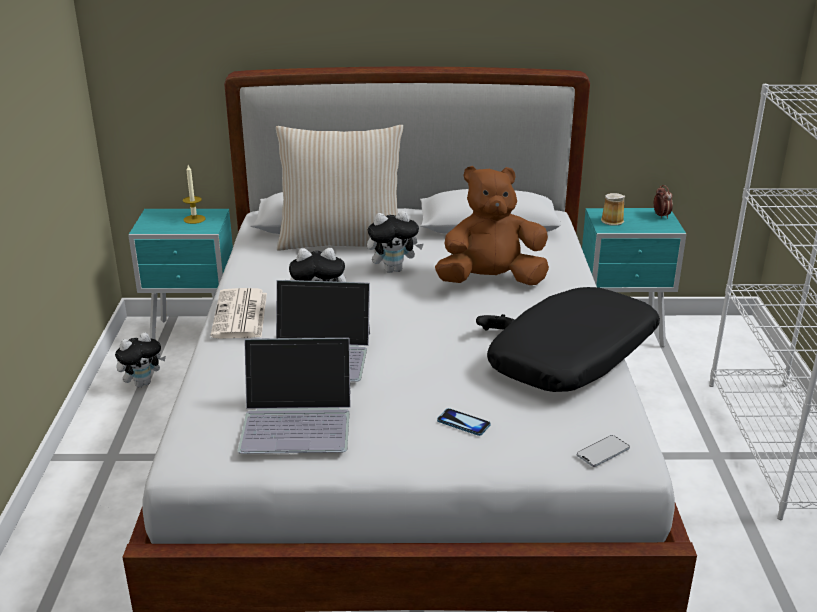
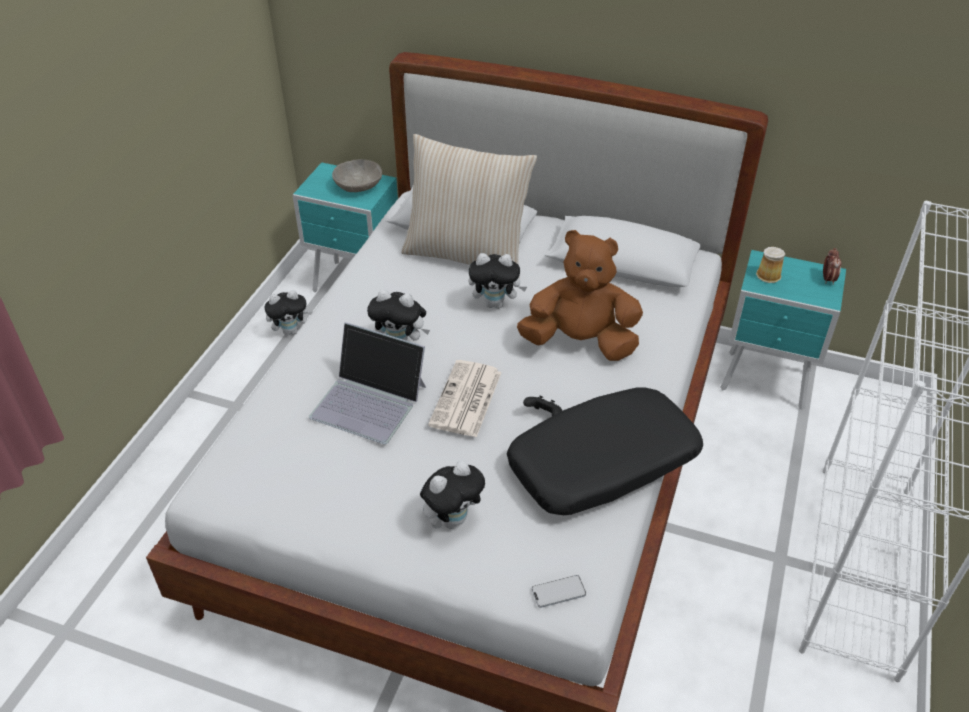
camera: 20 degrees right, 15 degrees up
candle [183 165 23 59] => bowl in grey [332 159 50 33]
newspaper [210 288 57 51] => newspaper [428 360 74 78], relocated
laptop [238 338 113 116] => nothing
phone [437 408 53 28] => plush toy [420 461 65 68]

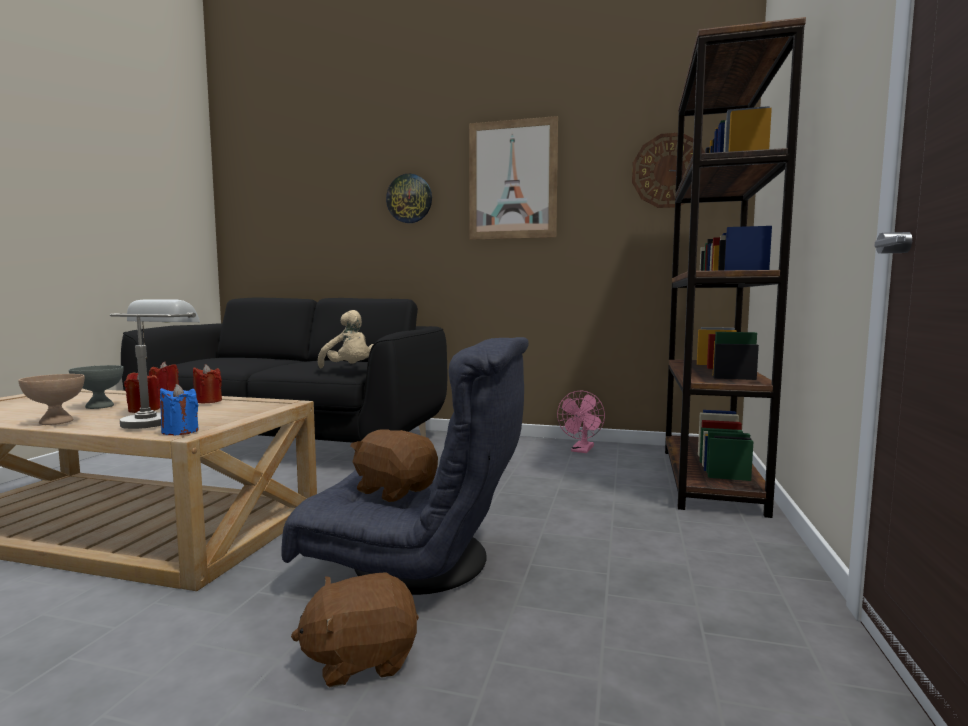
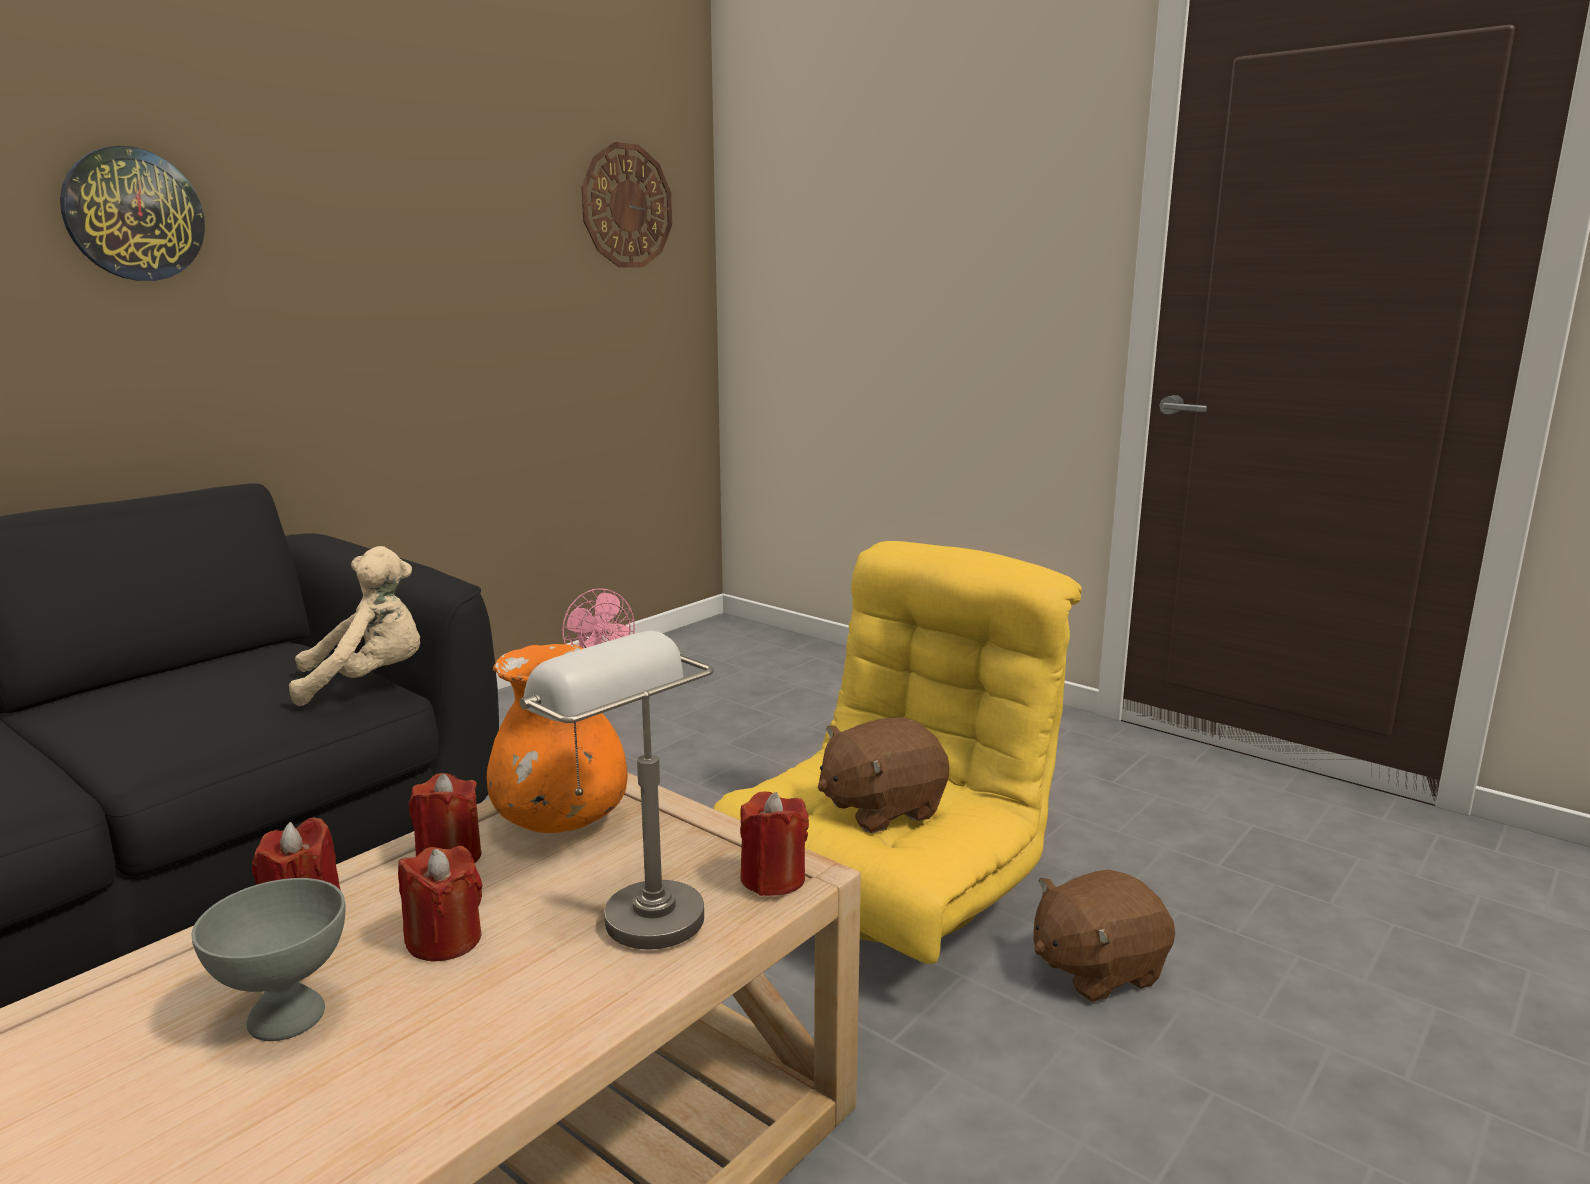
camera: 65 degrees left, 10 degrees up
bowl in beige [18 374 67 51] => nothing
candle in blue [160 384 39 51] => candle in red [740 792 69 104]
armchair in grey [281 337 248 258] => armchair in yellow [713 541 369 423]
plush toy in brown [291 572 128 115] => plush toy in brown [1034 869 141 134], 60 degrees clockwise
picture [469 116 89 124] => nothing
bookcase in brown [665 17 141 501] => nothing
nothing => vase in orange [487 644 140 189]

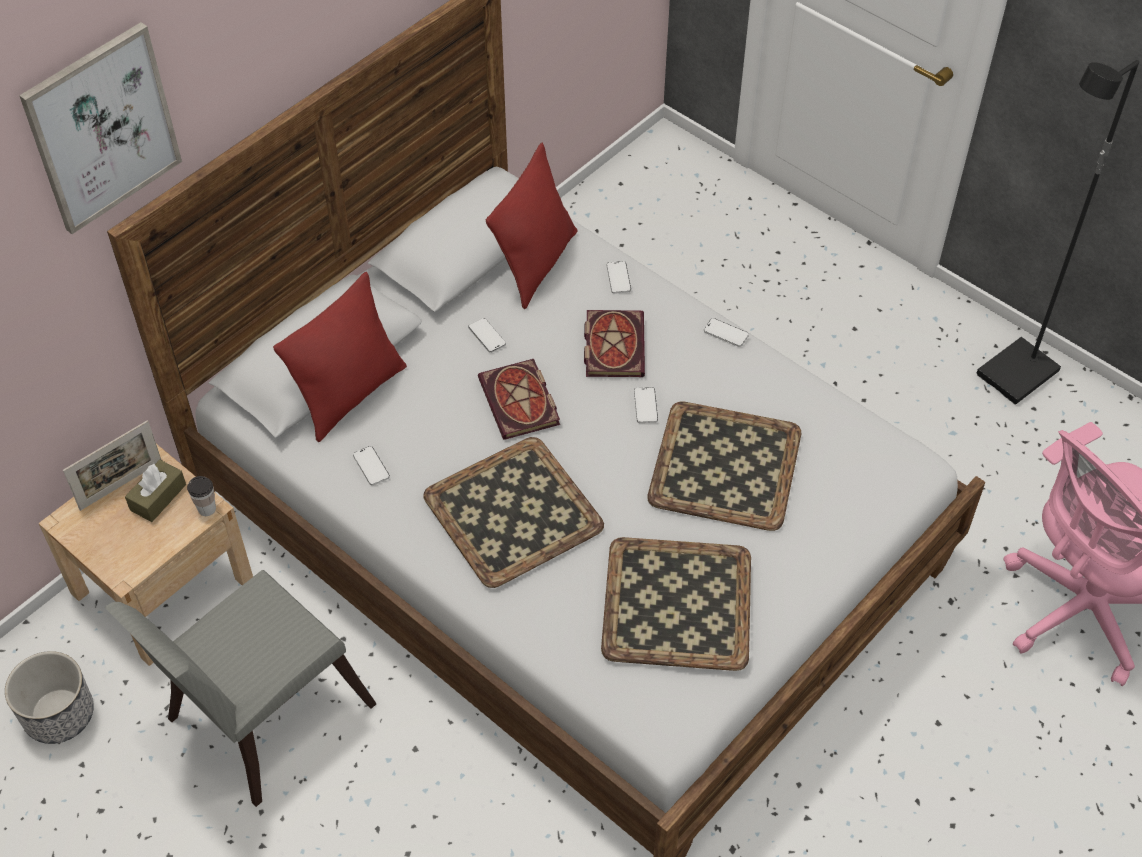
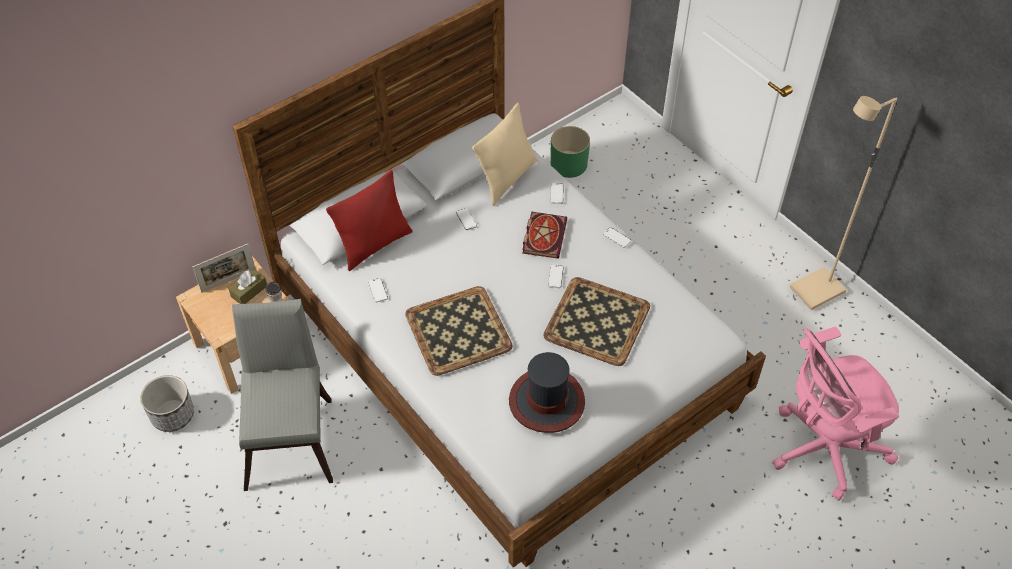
camera: 10 degrees right, 0 degrees up
picture [19 22 163 212] => nothing
chair in grey [104 570 273 237] => chair in grey [232 299 101 192], 120 degrees clockwise
book [478 359 82 81] => nothing
pillow in red [486 143 92 166] => pillow in beige [472 103 65 103]
tray [601 537 150 134] => hat [509 352 76 81]
floor lamp in black [976 60 163 344] => floor lamp in beige [790 96 107 214]
nothing => planter in green [551 126 39 52]

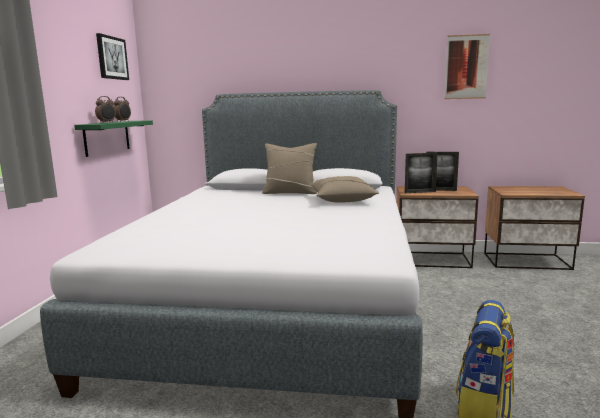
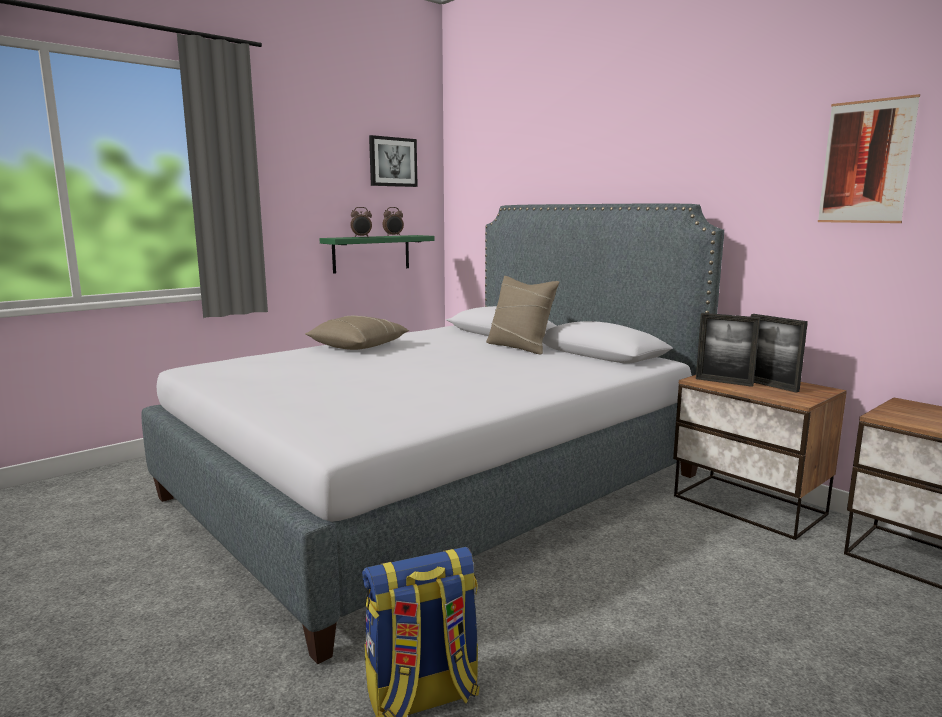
camera: 40 degrees right, 0 degrees up
pillow in beige [311 176 68 27] => pillow in beige [305 316 105 34], relocated

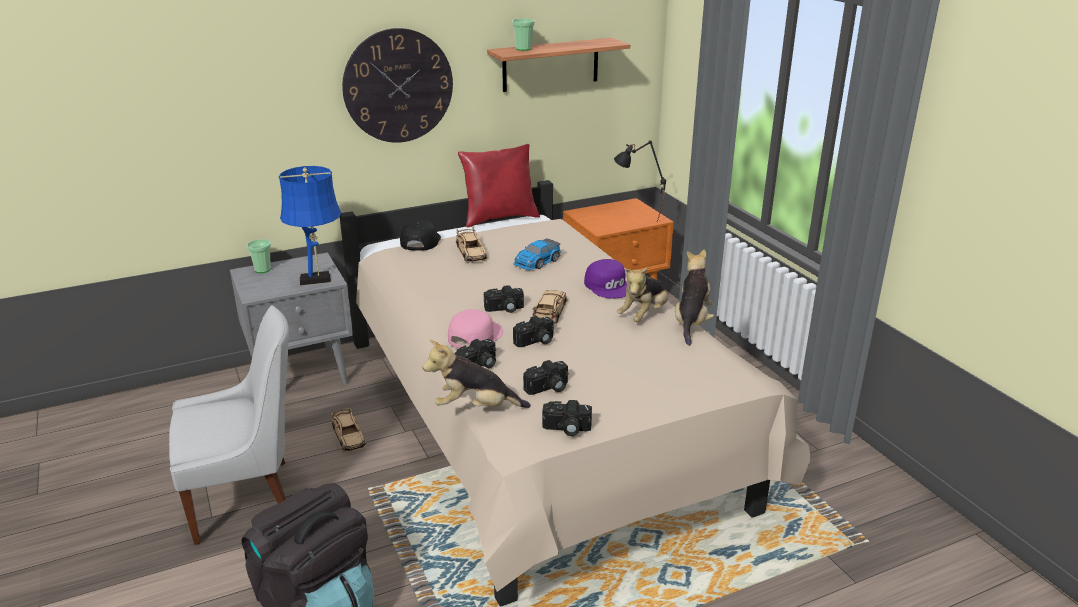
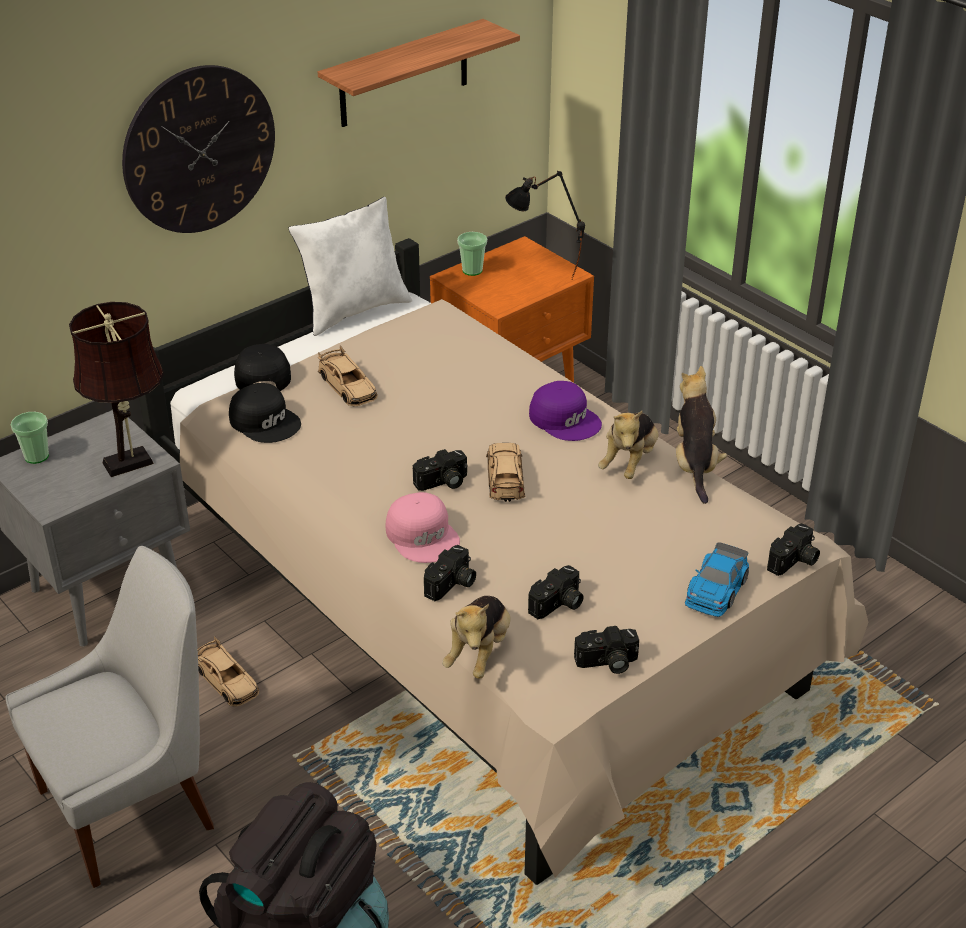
camera: 15 degrees left, 10 degrees up
table lamp in blue [279 166 62 120] => table lamp in brown [69 302 95 175]
plush toy [423 339 107 69] => plush toy [442 596 69 83], 60 degrees counterclockwise
cap in pink [448 309 55 39] => cap in pink [386 492 74 71], 135 degrees clockwise
pillow in red [458 144 82 84] => pillow in white [288 197 125 139]
cup [512 19 23 32] => cup [457 232 30 44], relocated
photo camera [513 316 41 31] => photo camera [767 523 53 53], relocated
toy car [514 238 47 32] => toy car [685 542 64 75], relocated
nothing => cap in black [229 383 72 60]

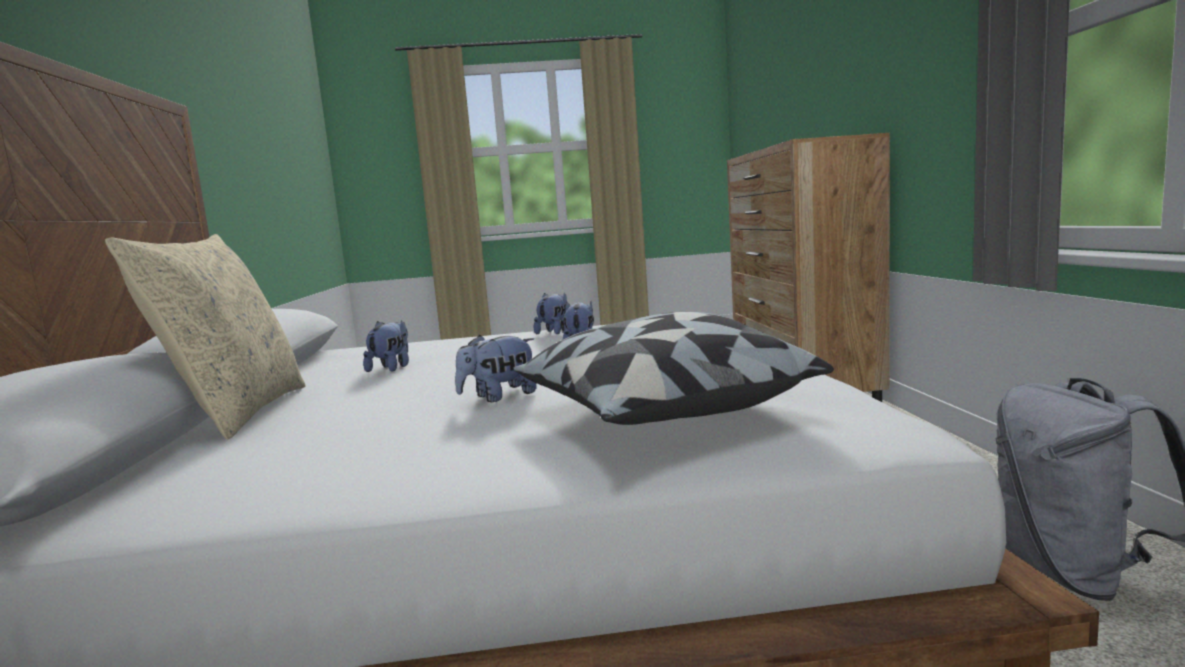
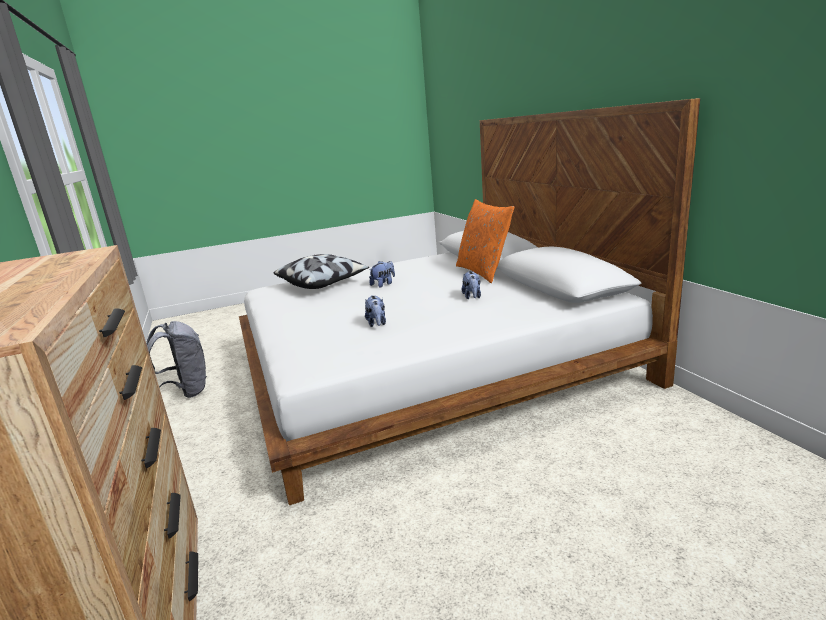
camera: 165 degrees right, 10 degrees up
pillow in beige [105 234 201 205] => pillow in orange [456 199 58 84]
plush toy [534 293 33 41] => nothing

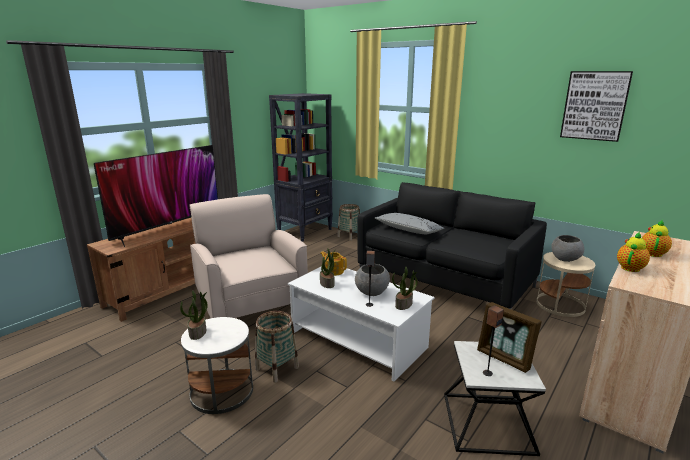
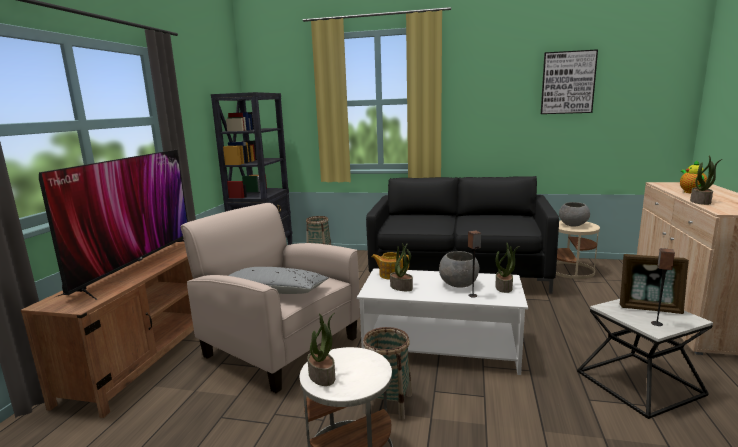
camera: 25 degrees left, 5 degrees down
pillow in grey [375 213 70 21] => pillow in grey [228 267 101 27], relocated
teapot [617 232 33 40] => potted plant [690 155 32 50]

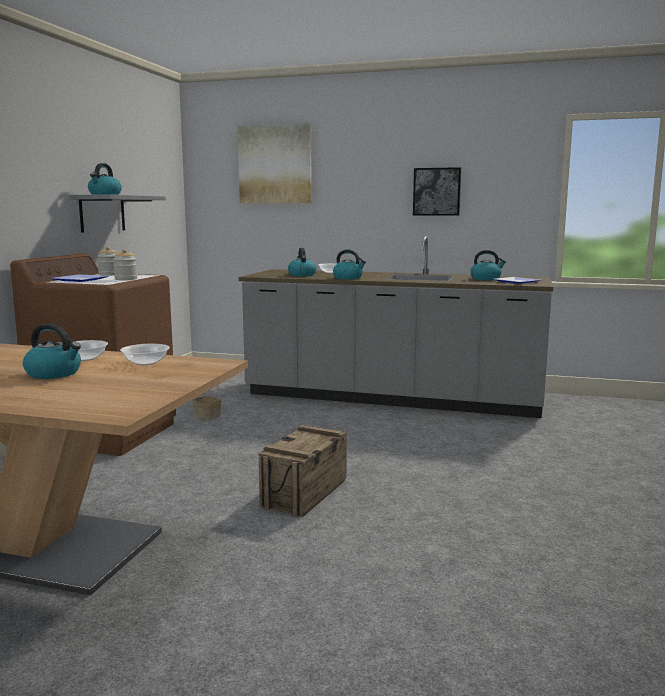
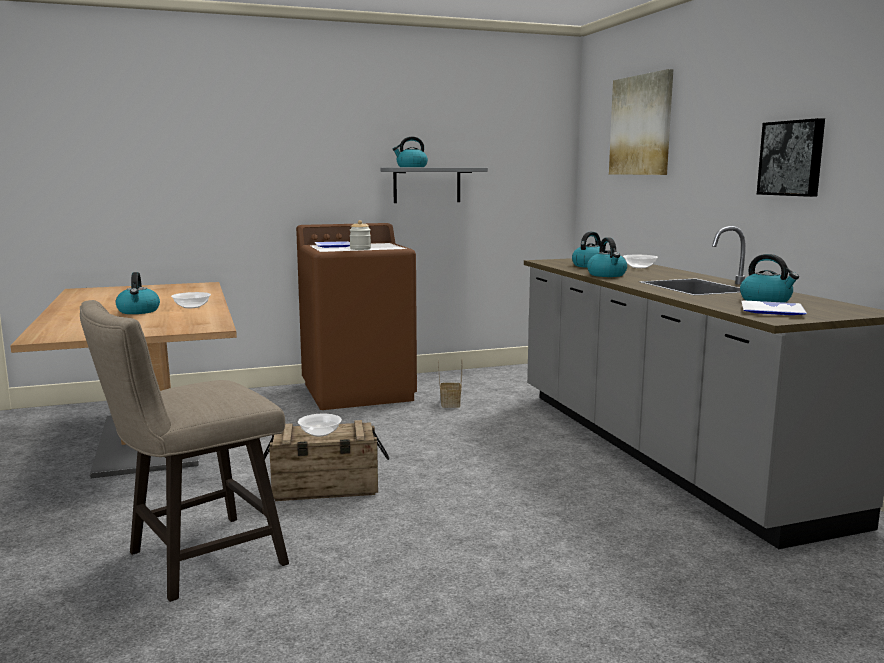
camera: 55 degrees right, 0 degrees up
jar [97 246 20 30] => nothing
bowl [120 344 50 21] => bowl [298 414 44 23], relocated
nothing => stool in beige [80 300 209 302]

